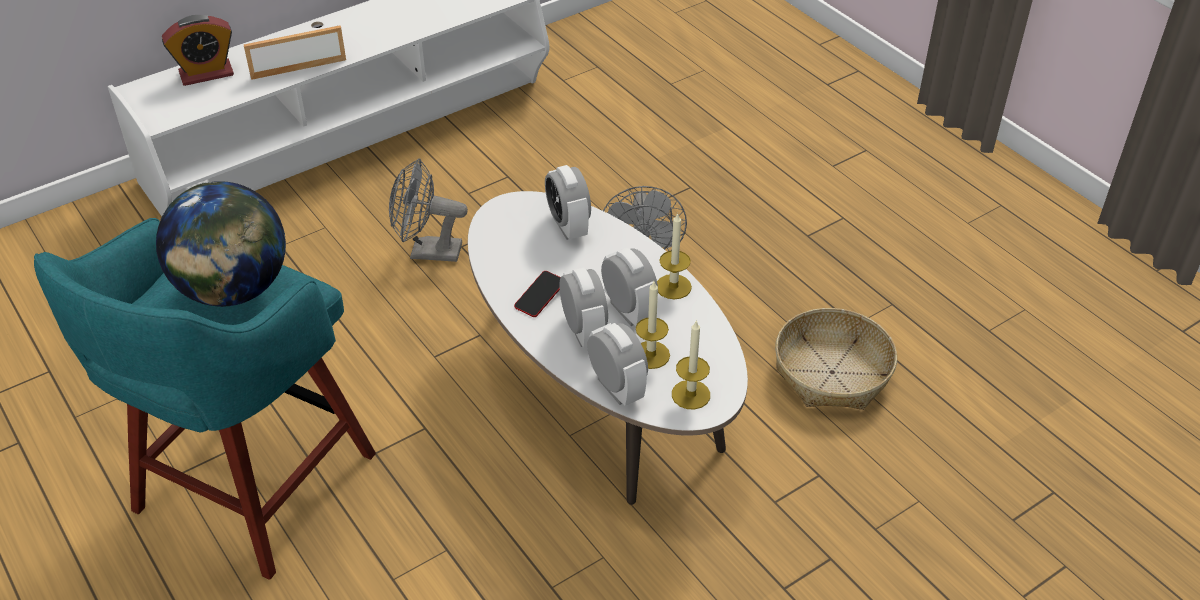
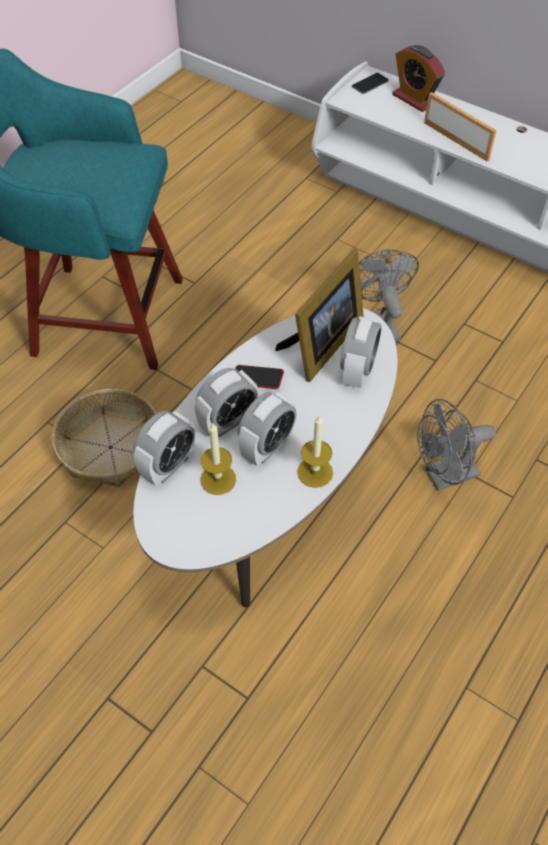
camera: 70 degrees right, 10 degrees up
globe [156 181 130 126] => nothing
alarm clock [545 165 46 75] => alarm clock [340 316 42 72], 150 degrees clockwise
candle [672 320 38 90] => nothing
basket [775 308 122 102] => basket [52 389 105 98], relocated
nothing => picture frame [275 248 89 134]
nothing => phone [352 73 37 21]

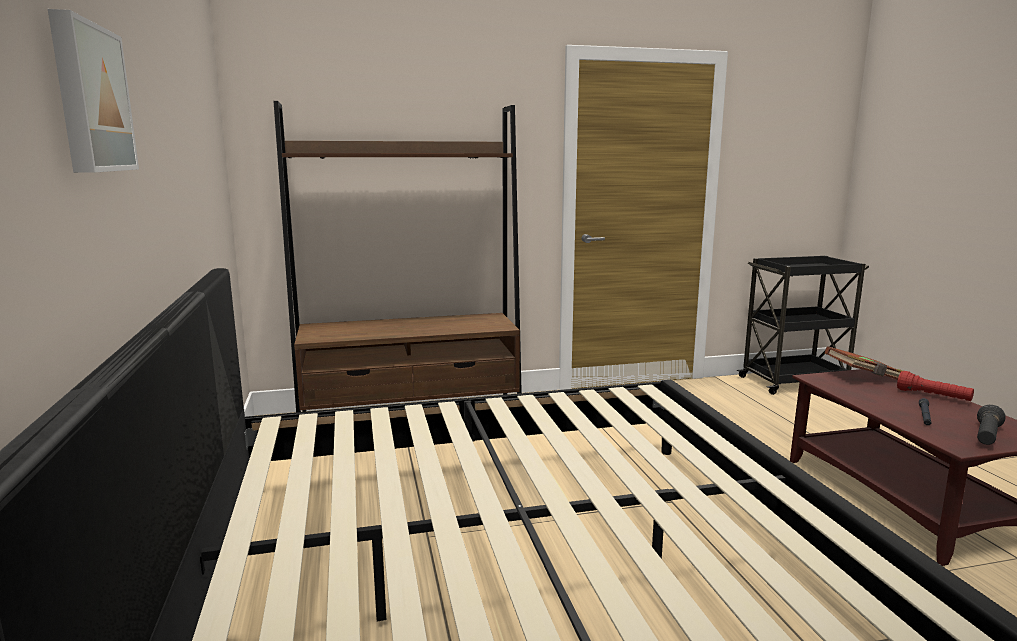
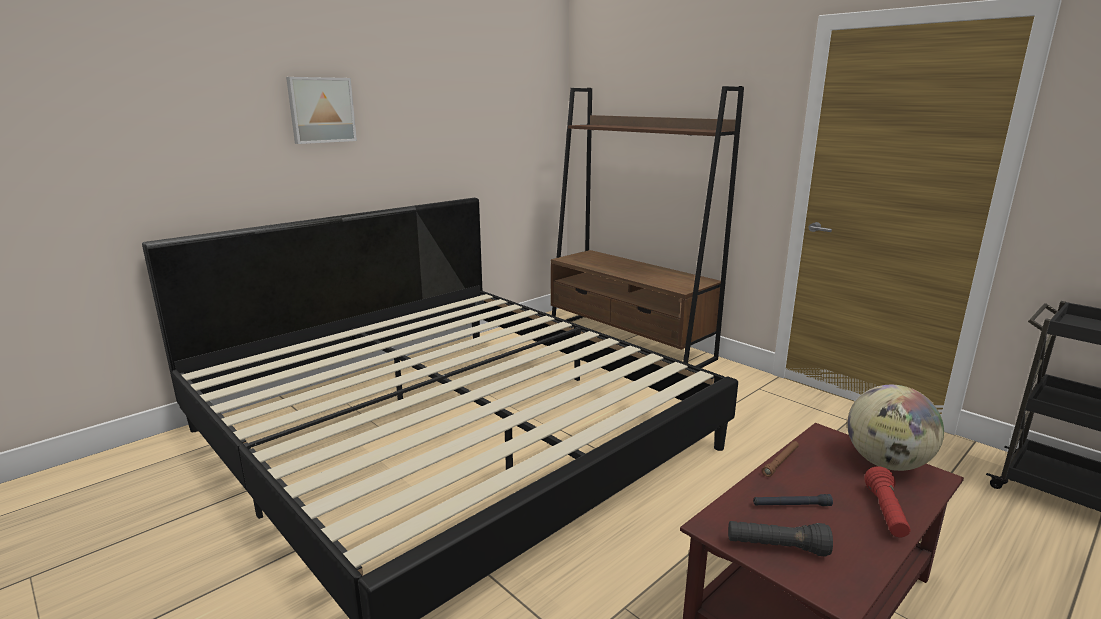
camera: 60 degrees right, 5 degrees up
book in brown [825 347 78 33] => globe [847 385 97 86]
nothing => flashlight in brown [762 441 37 36]

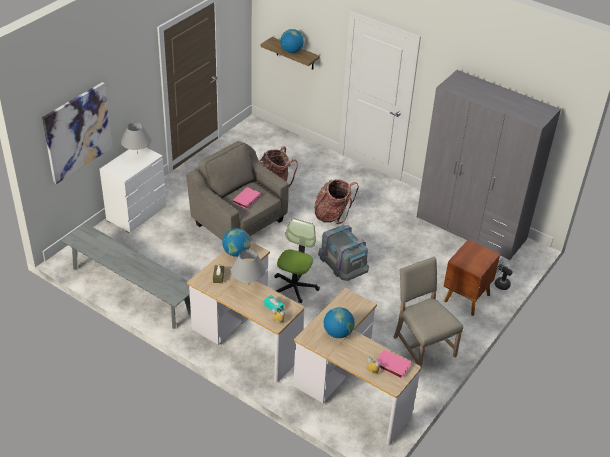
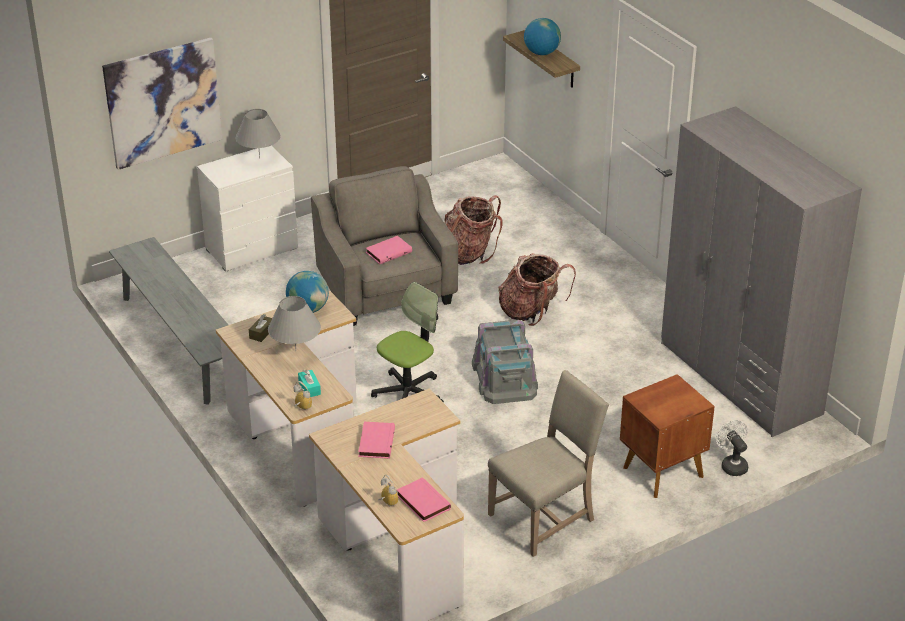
camera: 25 degrees right, 5 degrees down
globe [324 307 31 31] => book in pink [358 422 37 37]
chair in beige [393 257 71 115] => chair in beige [488 370 121 187], 60 degrees clockwise

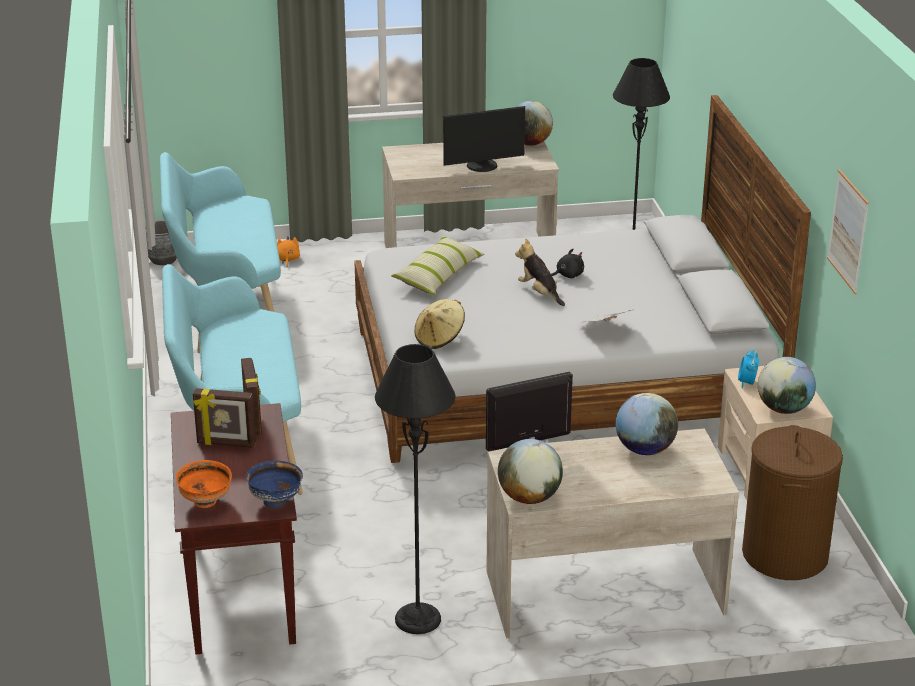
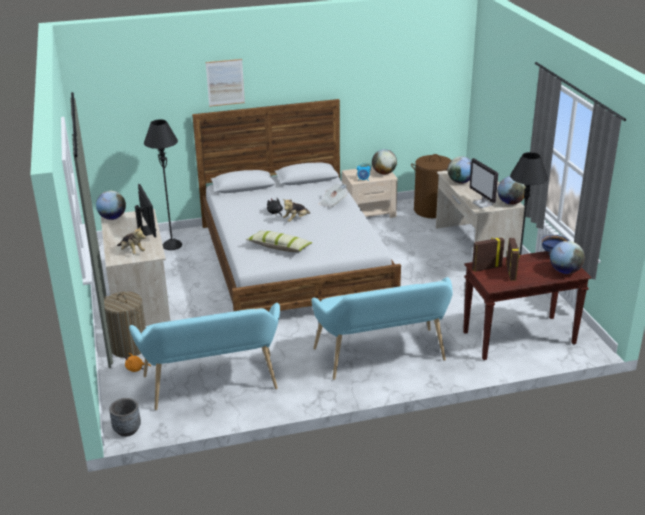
camera: 95 degrees left, 0 degrees up
bowl in orange [176 460 56 48] => globe [550 241 35 33]
hat in beige [415 299 50 50] => nothing
picture [827 169 42 125] => picture [206 59 39 48], relocated
nothing => laundry basket [104 291 42 67]
nothing => plush toy [117 225 29 29]

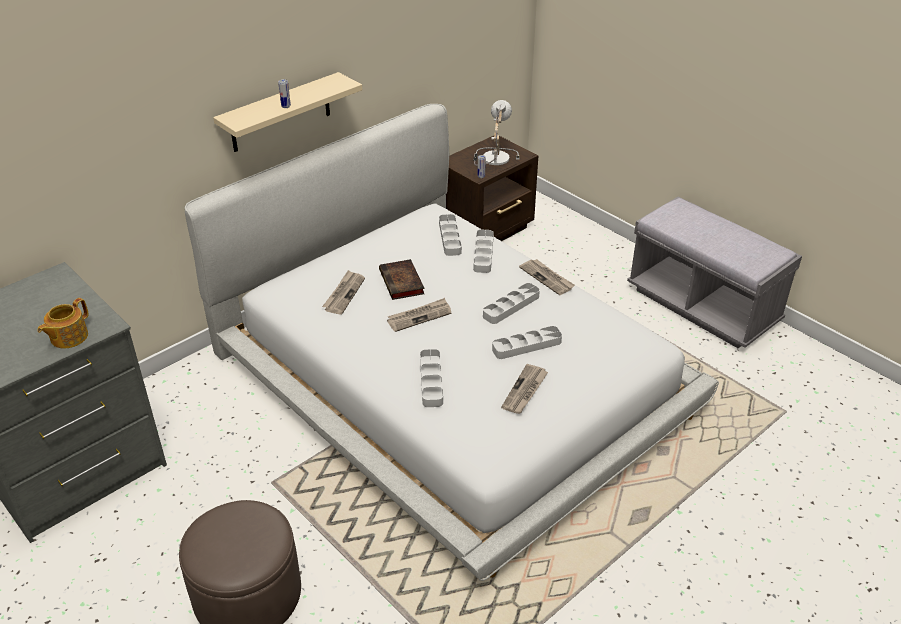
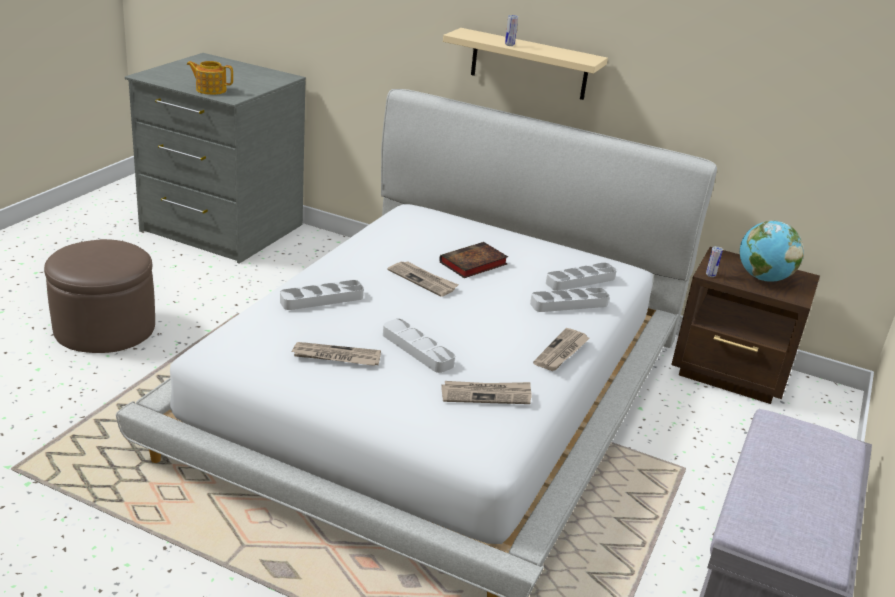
camera: 65 degrees right, 10 degrees down
newspaper [322 270 43 45] => newspaper [441 381 90 23], relocated
table lamp [473 100 47 66] => globe [740 220 64 62]
tray in grey [483 283 57 41] => nothing

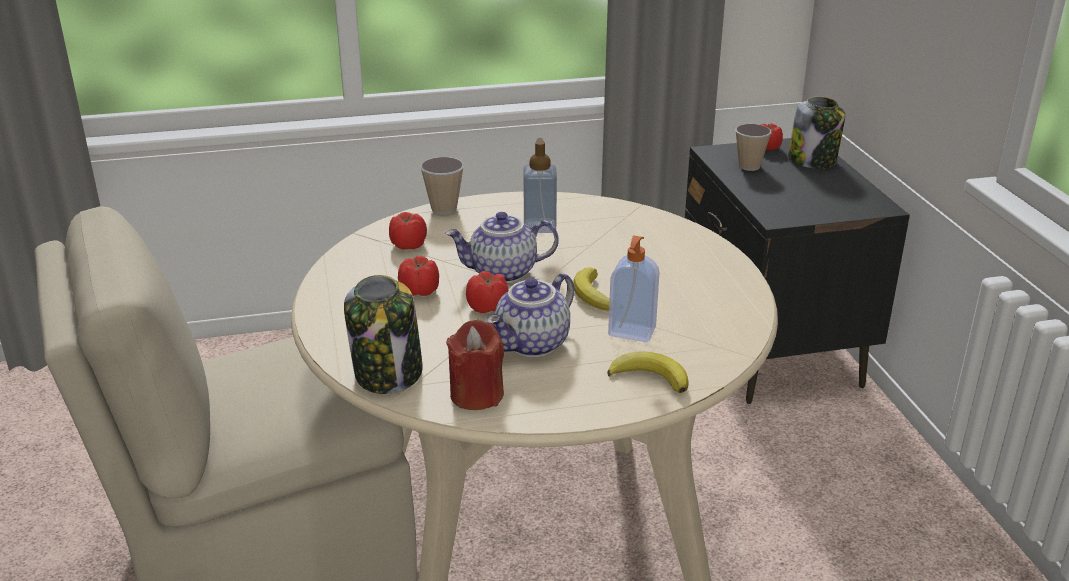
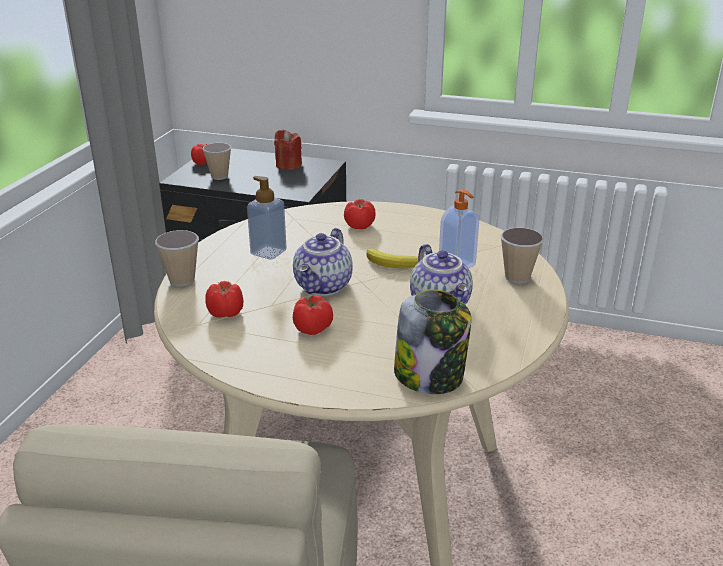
camera: 60 degrees left, 0 degrees up
candle in red [446 320 58 90] => candle in red [274 130 28 40], relocated
tomato [466 271 43 42] => tomato [344 199 32 30], relocated
banana [607 352 81 41] => cup [501 228 43 56]
jar [788 96 57 73] => nothing

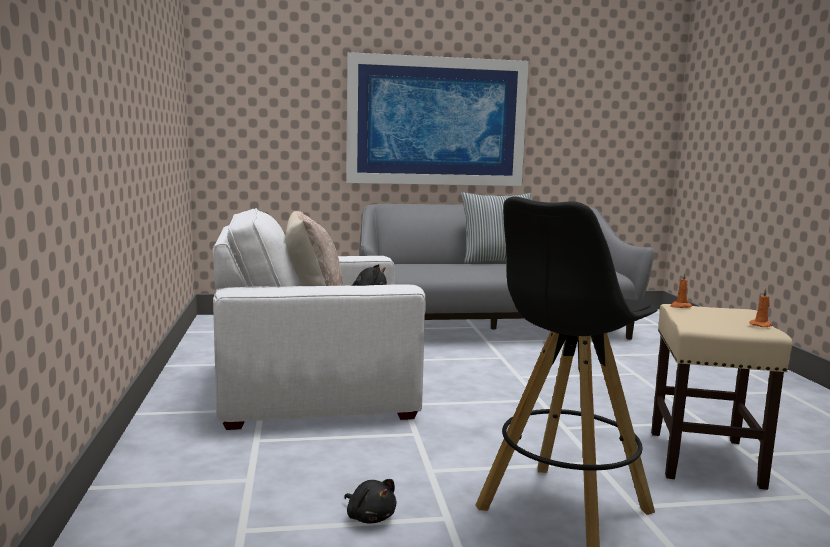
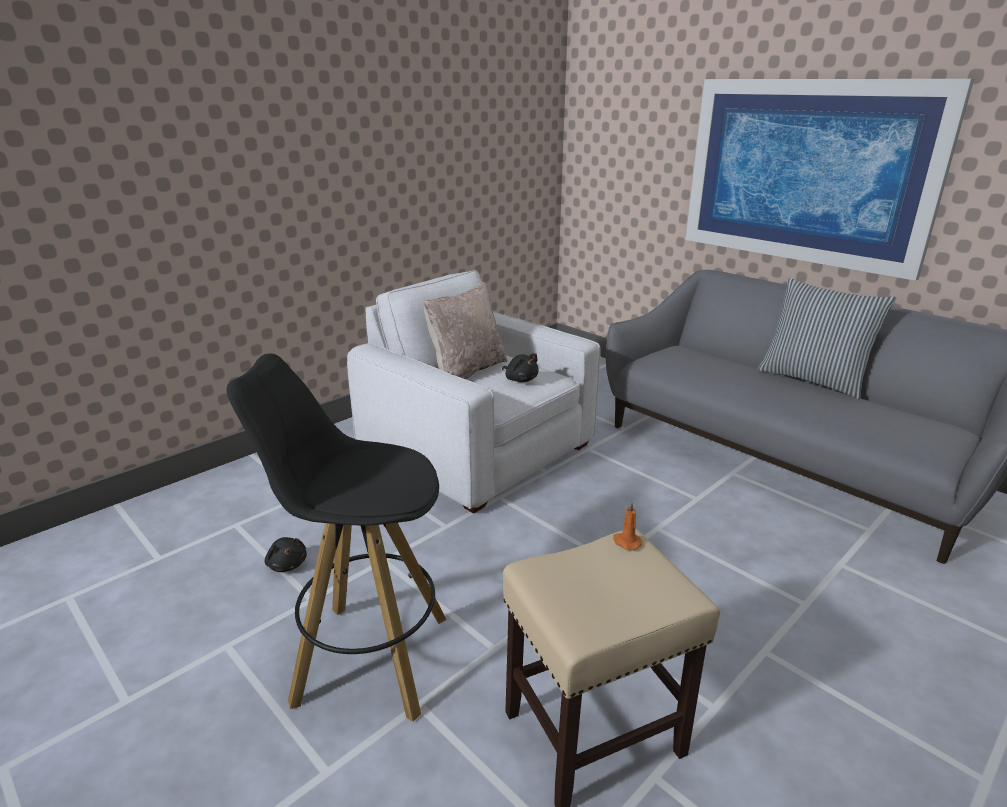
camera: 55 degrees right, 15 degrees up
plush toy in black [344 479 53 45] => plush toy in black [265 537 42 35], 45 degrees counterclockwise
candle in orange [749 288 24 39] => nothing

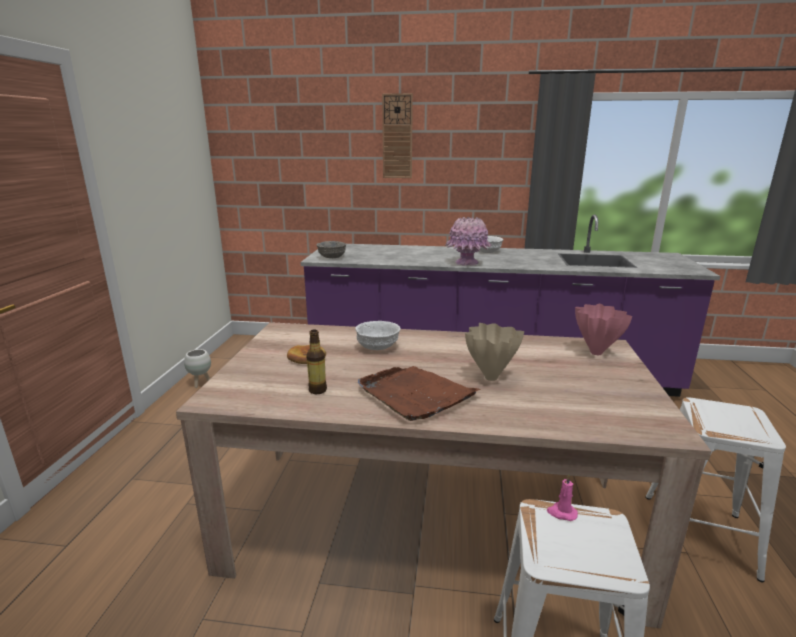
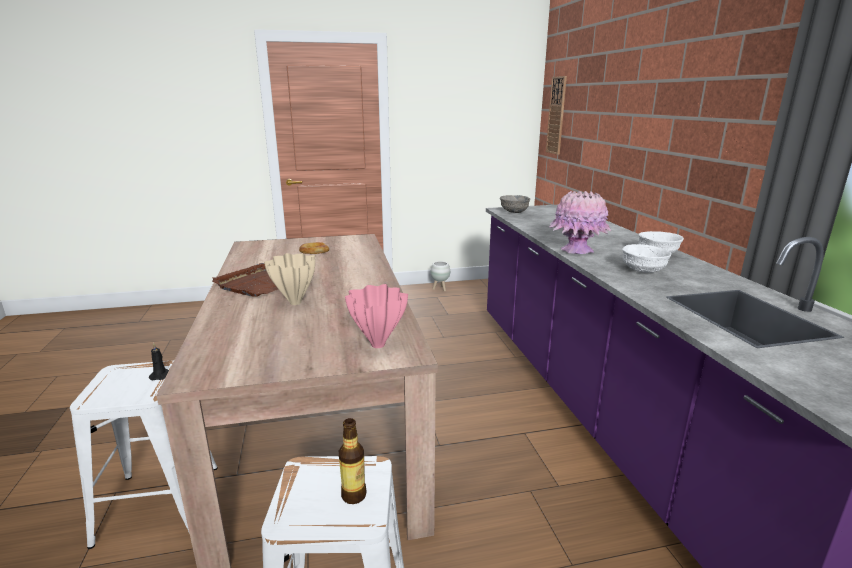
camera: 70 degrees right, 0 degrees up
bottle [306 330 21 64] => bottle [339 418 28 86], relocated
bowl in white [355 321 45 29] => bowl in white [622 244 49 29], relocated
wall clock [382 93 31 85] => wall clock [546 76 21 79], relocated
candle in pink [547 474 31 47] => candle in black [149 343 20 37]

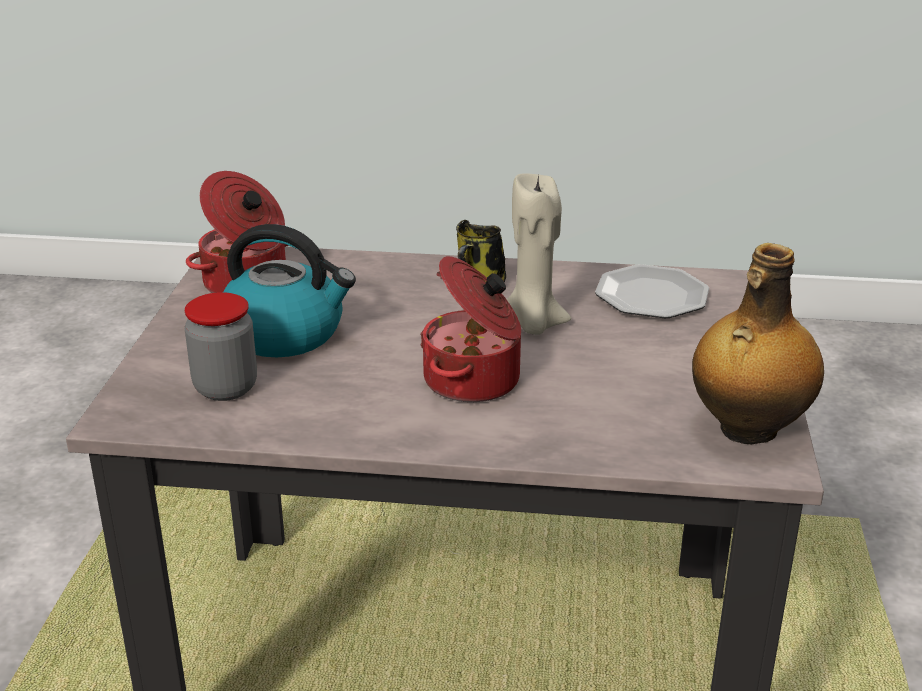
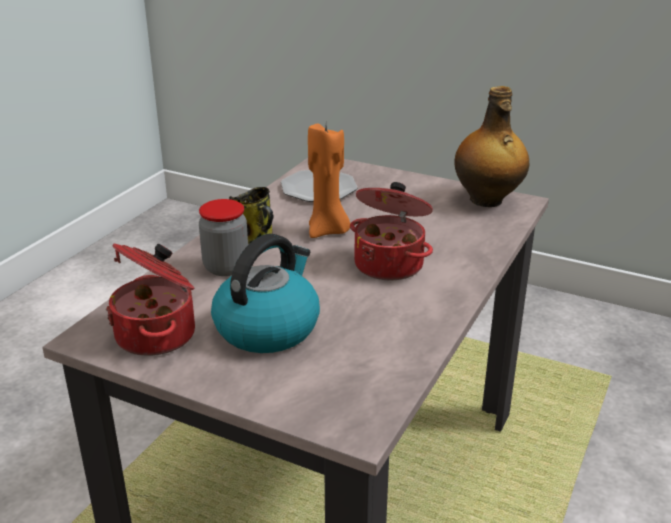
camera: 70 degrees left, 0 degrees up
jar [185 292 72 109] => jar [199 199 49 77], relocated
candle in beige [506 173 65 162] => candle in orange [308 123 42 115]

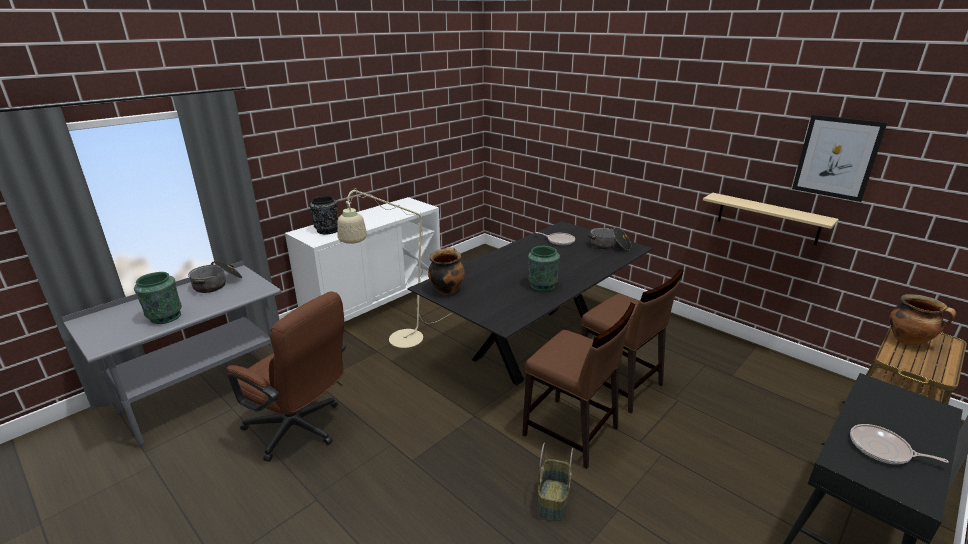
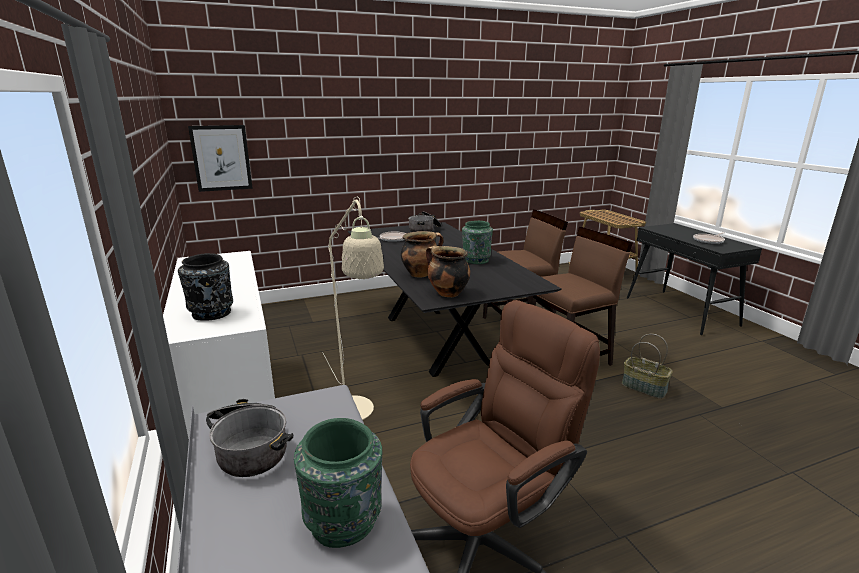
camera: 65 degrees left, 5 degrees down
shelf in beige [703 193 136 52] => nothing
picture [792 115 96 87] => picture [188 125 65 67], relocated
cooking pot [890 294 66 52] => cooking pot [401 231 43 46], relocated

